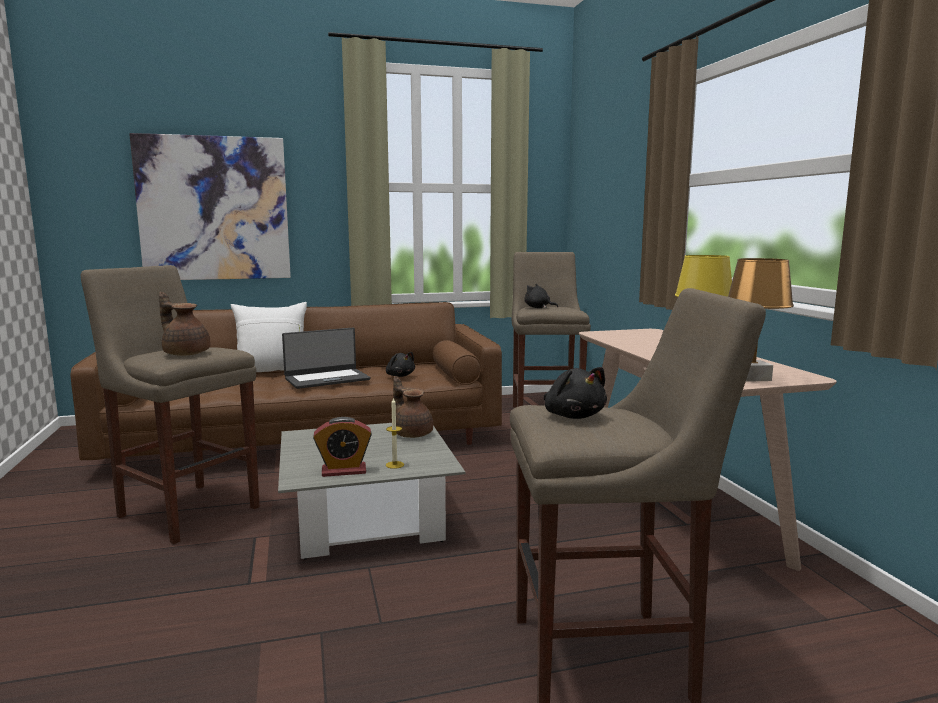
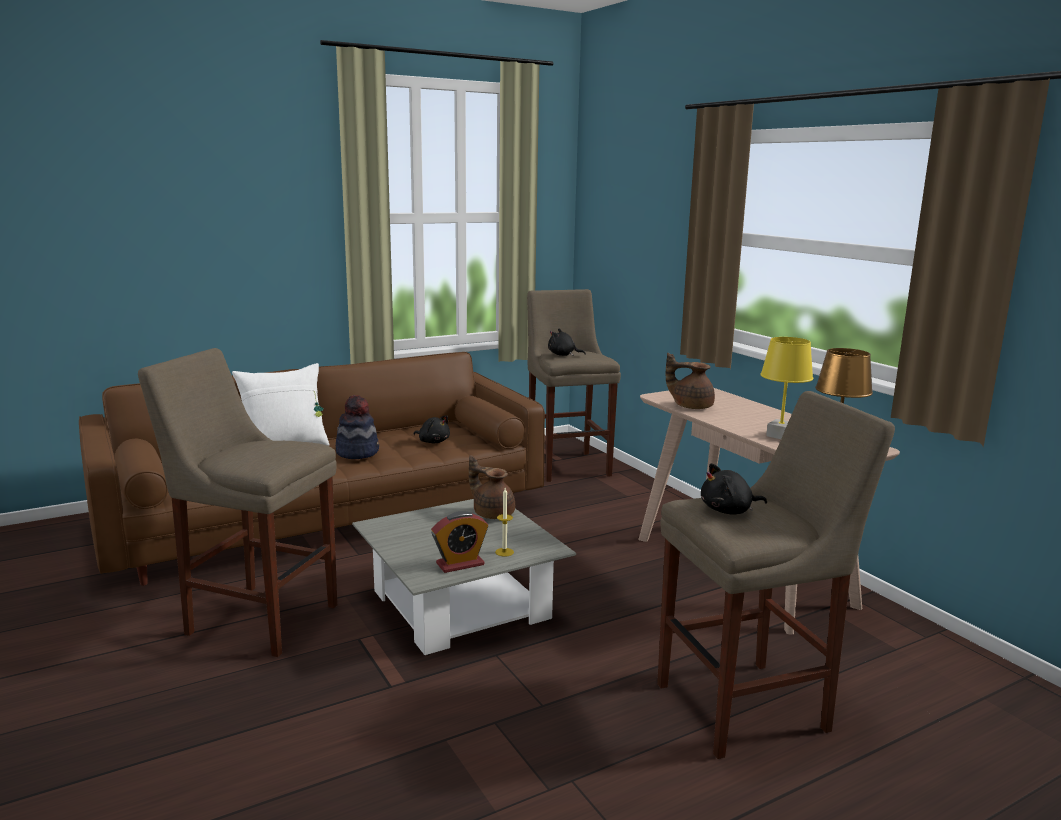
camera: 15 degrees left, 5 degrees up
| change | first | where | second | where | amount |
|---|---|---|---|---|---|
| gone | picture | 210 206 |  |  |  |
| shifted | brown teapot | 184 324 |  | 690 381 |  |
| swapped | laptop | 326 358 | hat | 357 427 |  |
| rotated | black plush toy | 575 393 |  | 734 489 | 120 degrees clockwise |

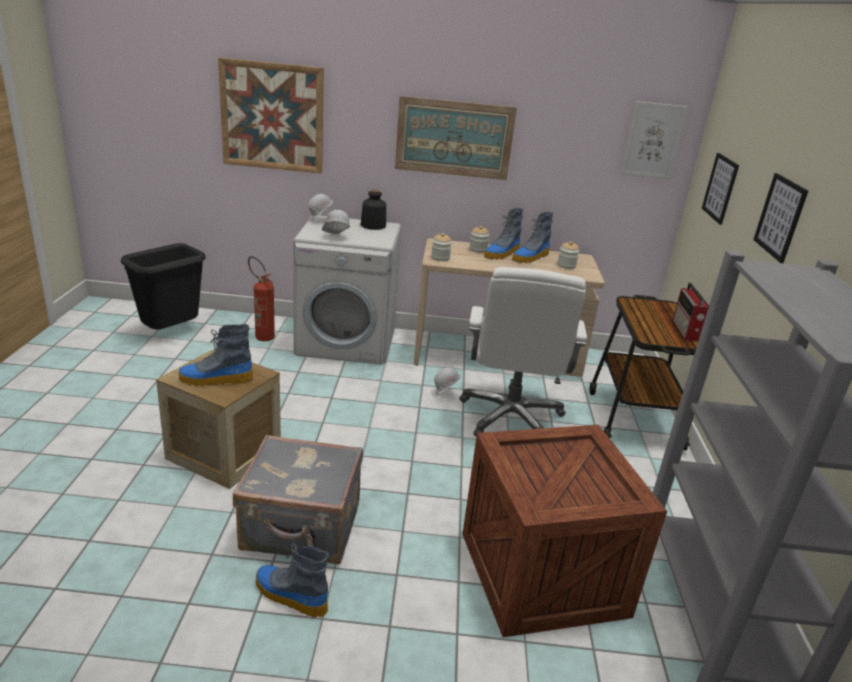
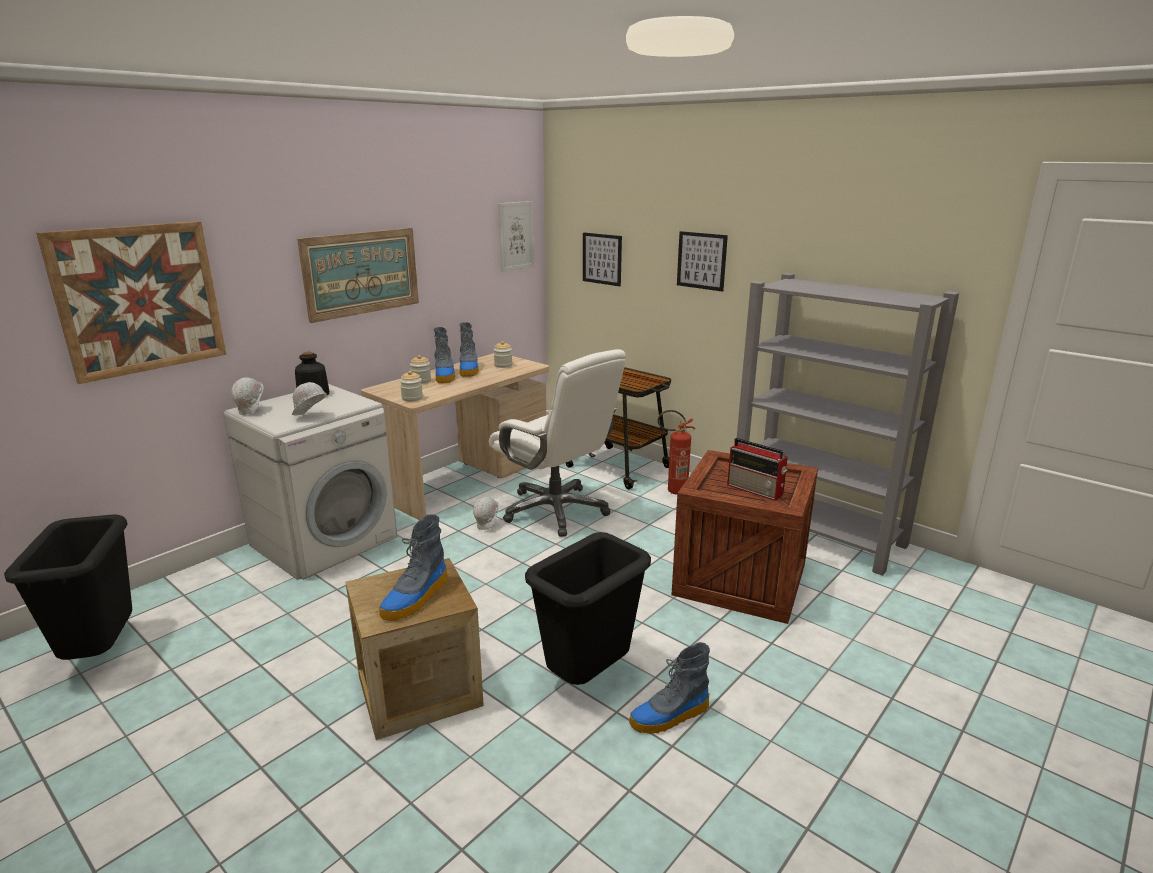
camera: 50 degrees left, 5 degrees down
| change | first | where | second | where | amount |
|---|---|---|---|---|---|
| shifted | fire extinguisher | 261 298 |  | 677 452 |  |
| shifted | radio | 691 312 |  | 757 469 |  |
| swapped | grey suitcase | 298 499 | black trash can | 588 608 |  |

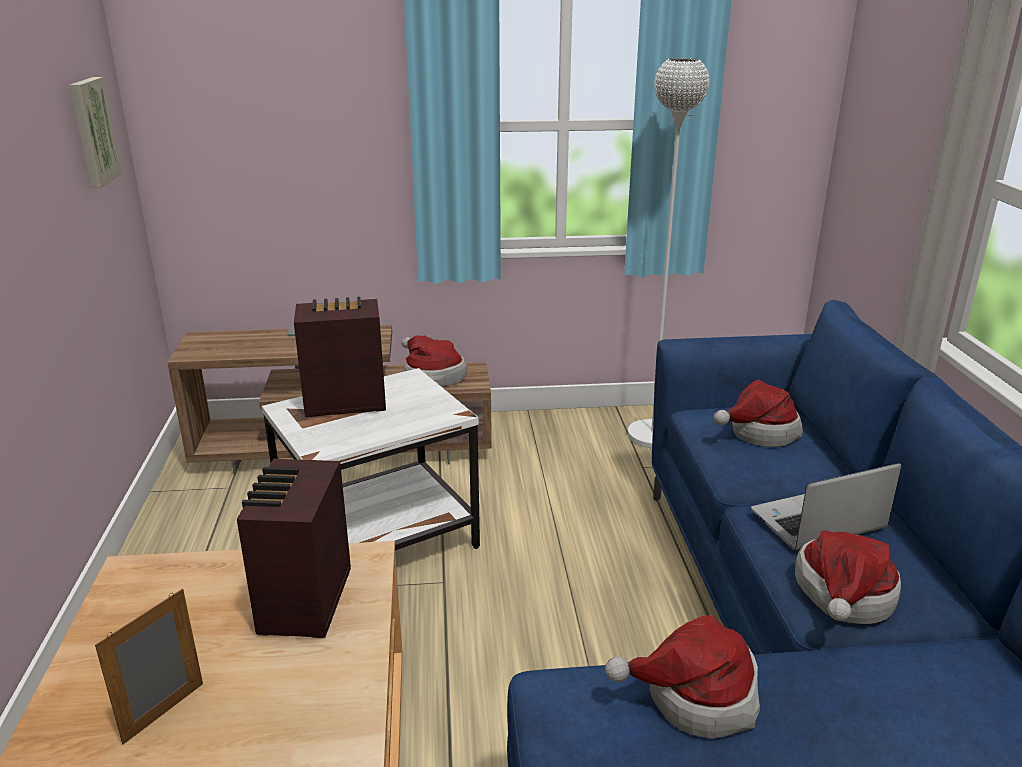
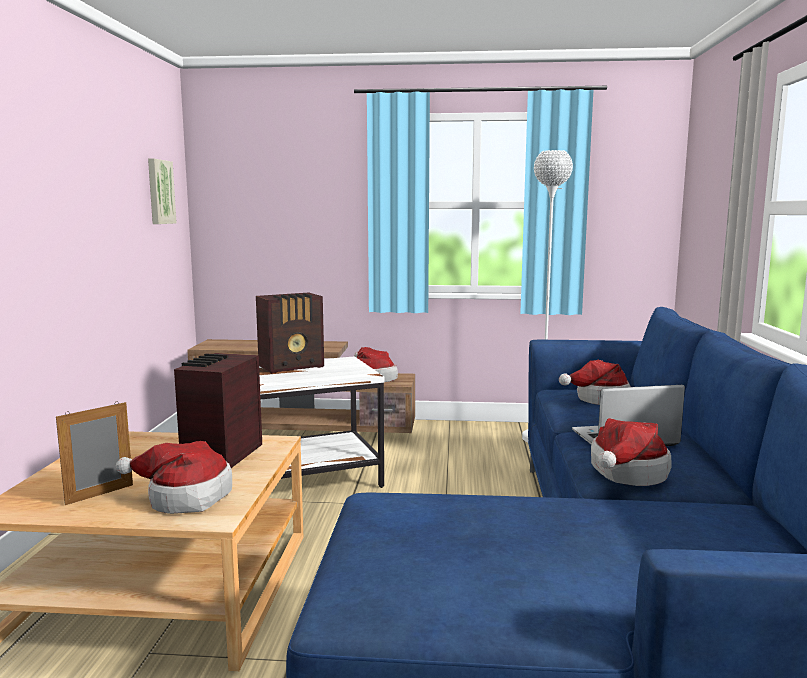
camera: 10 degrees right, 15 degrees down
| change | first | where | second | where | amount |
|---|---|---|---|---|---|
| rotated | radio | 340 357 |  | 290 333 | 150 degrees clockwise |
| shifted | hat | 682 676 |  | 174 477 |  |

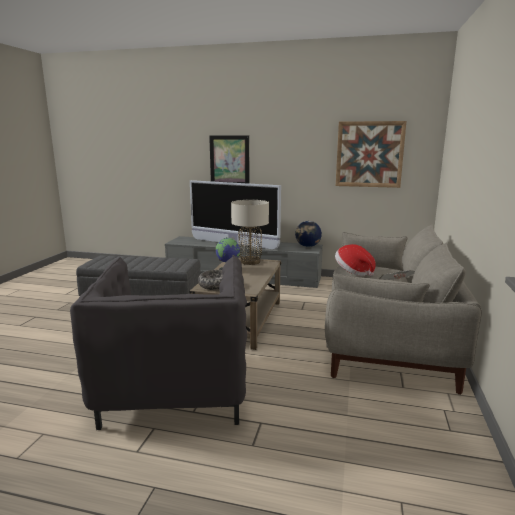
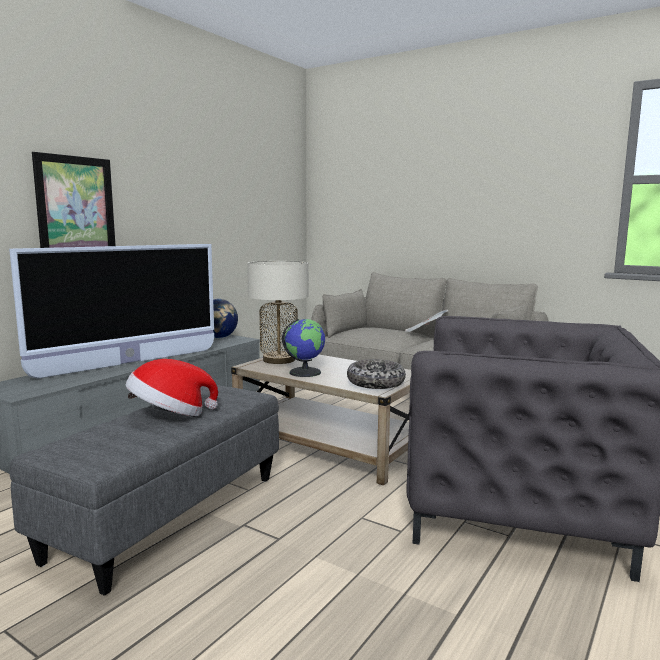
camera: 70 degrees left, 5 degrees down
| change | first | where | second | where | amount |
|---|---|---|---|---|---|
| gone | picture | 371 154 |  |  |  |
| shifted | hat | 355 260 |  | 172 387 |  |

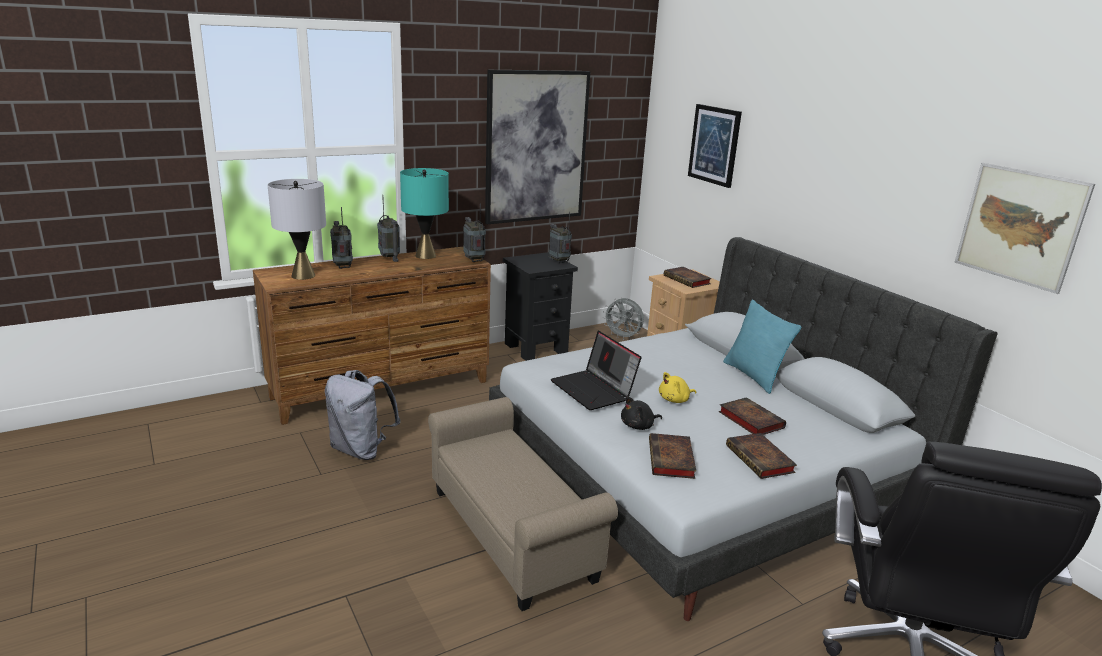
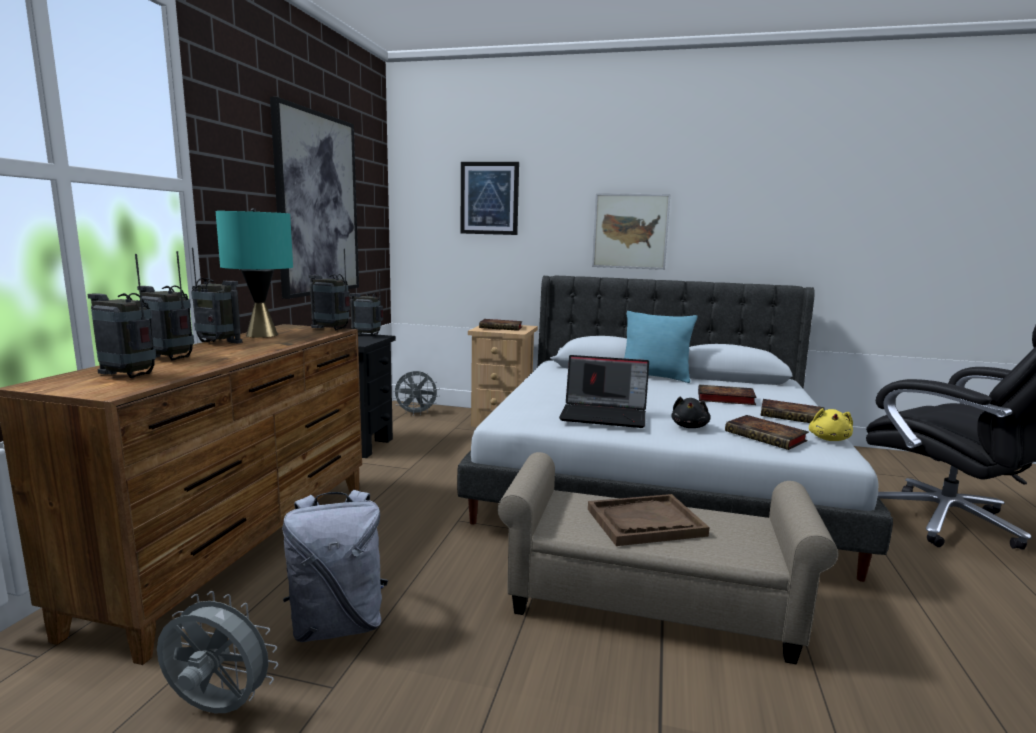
camera: 45 degrees left, 10 degrees down
| change | first | where | second | where | amount |
|---|---|---|---|---|---|
| shifted | picture | 1024 228 |  | 631 231 |  |
| swapped | grey table lamp | 297 229 | radio | 122 316 |  |
| shifted | yellow plush toy | 677 387 |  | 831 424 |  |
| new |  |  | brown tray | 649 520 |  |
| new |  |  | grey fan | 217 652 |  |

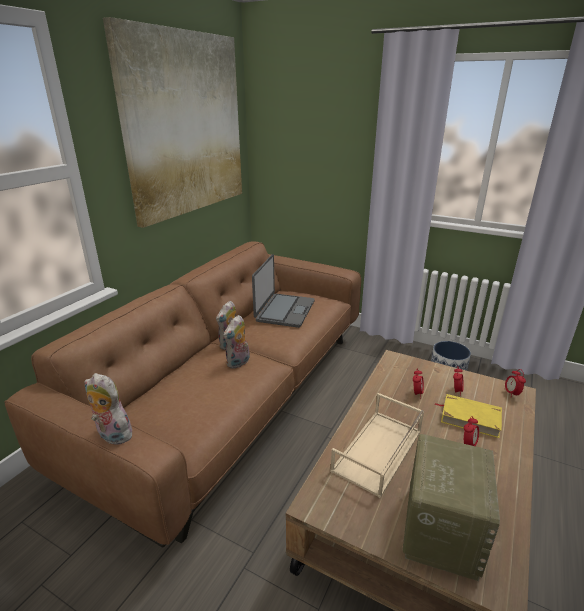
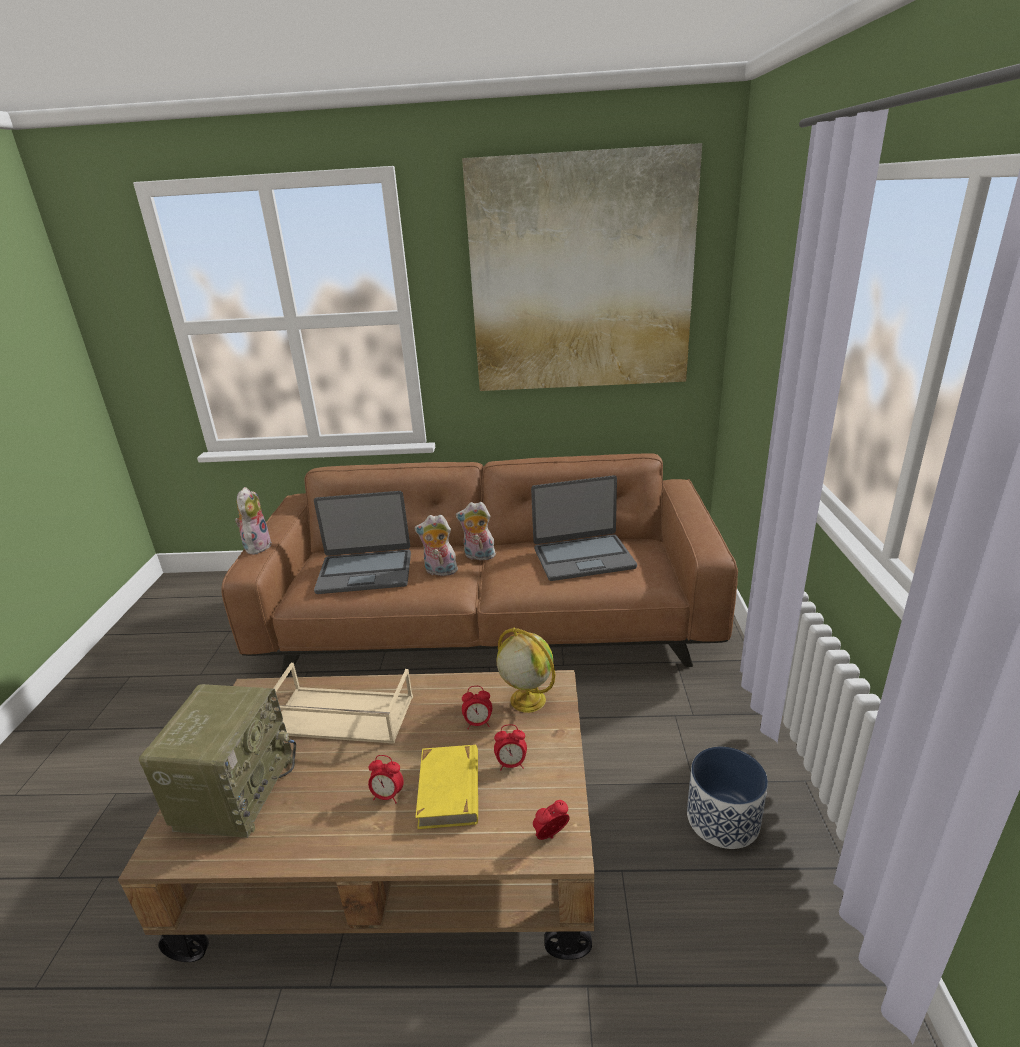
camera: 65 degrees right, 0 degrees up
| change | first | where | second | where | amount |
|---|---|---|---|---|---|
| rotated | radio | 451 507 |  | 217 761 | 75 degrees counterclockwise |
| new |  |  | laptop | 362 542 |  |
| new |  |  | globe | 525 670 |  |

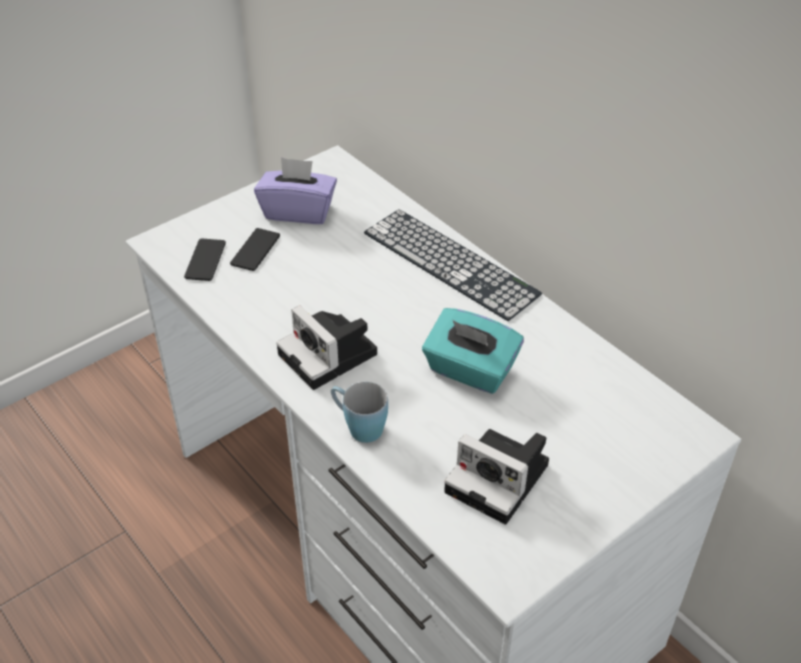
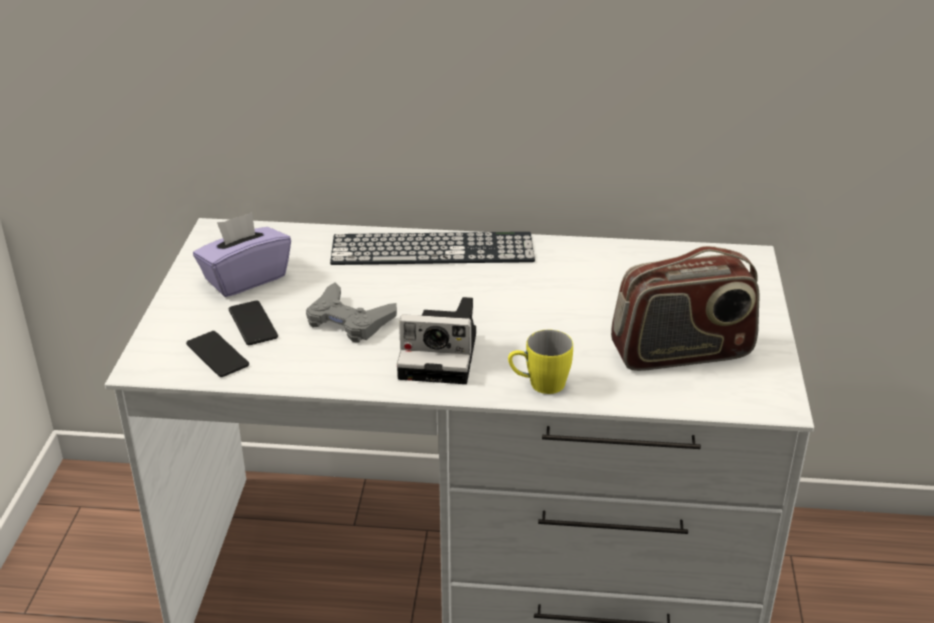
camera: 45 degrees left, 10 degrees down
| change | first | where | second | where | amount |
|---|---|---|---|---|---|
| gone | turquoise tissue box | 473 351 |  |  |  |
| repainted | blue mug | 359 412 | yellow mug | 540 361 |  |
| swapped | photo camera | 496 477 | radio | 685 308 |  |
| new |  |  | grey game controller | 351 313 |  |

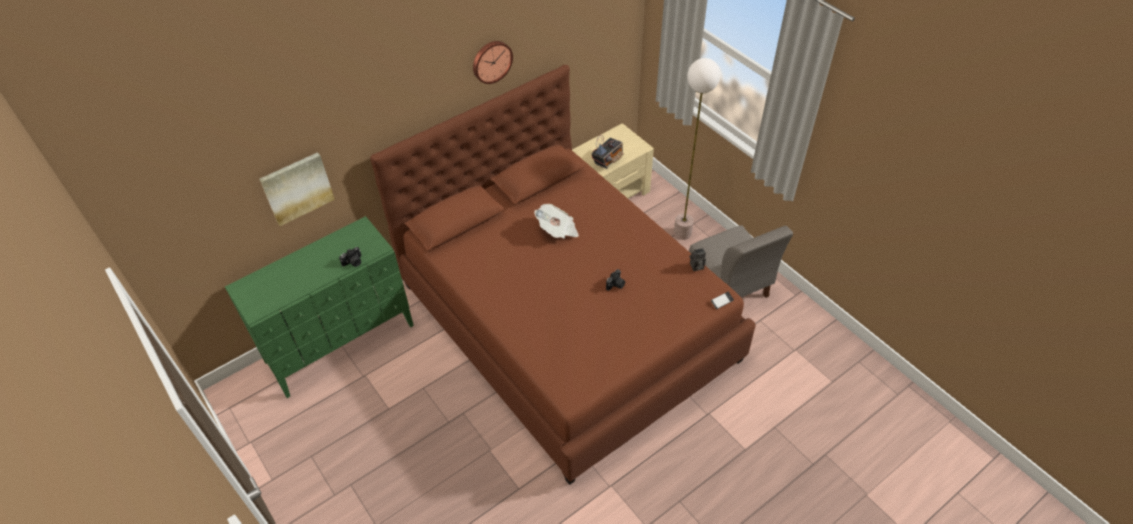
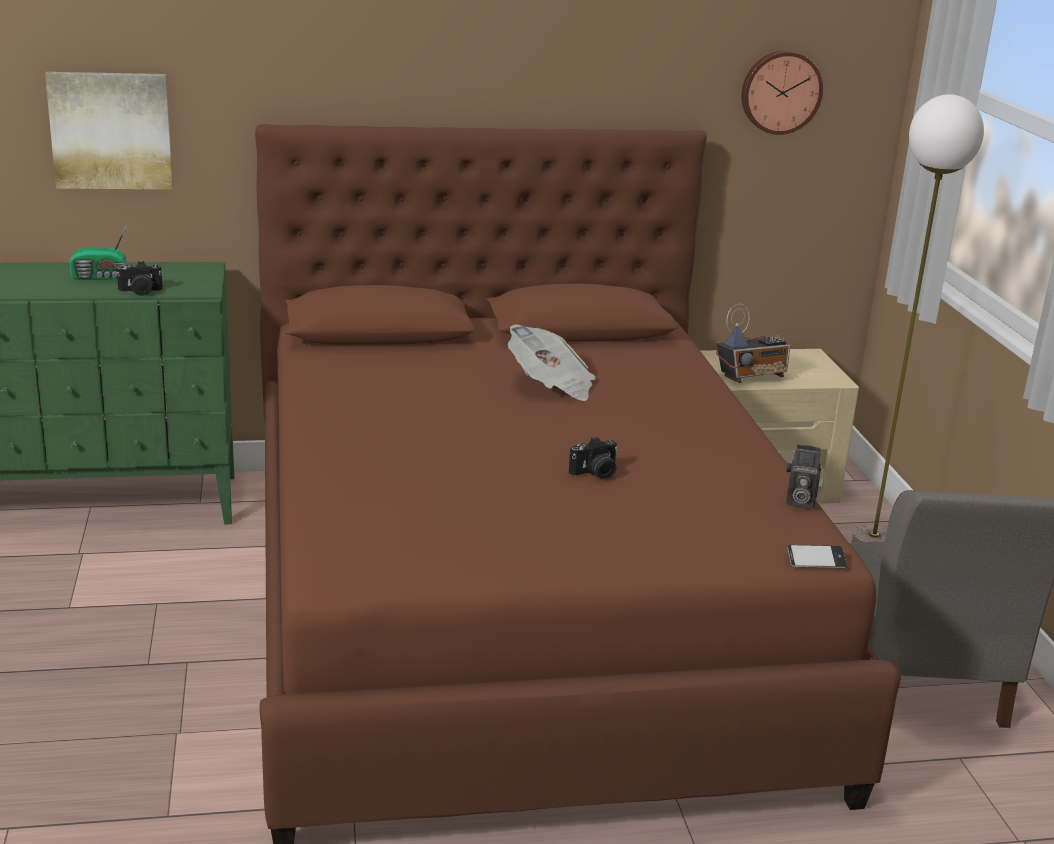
camera: 25 degrees right, 25 degrees down
| change | first | where | second | where | amount |
|---|---|---|---|---|---|
| shifted | wall clock | 493 62 |  | 782 92 |  |
| new |  |  | radio | 98 252 |  |

